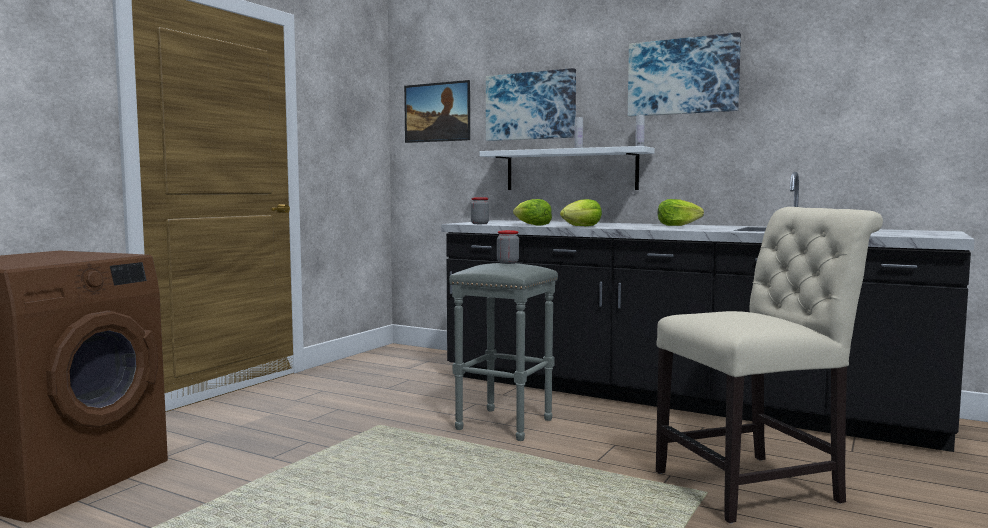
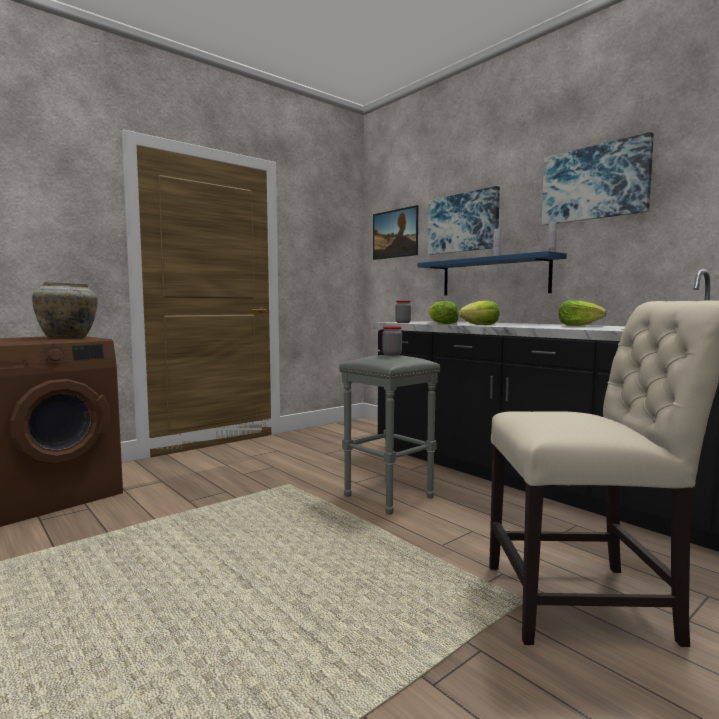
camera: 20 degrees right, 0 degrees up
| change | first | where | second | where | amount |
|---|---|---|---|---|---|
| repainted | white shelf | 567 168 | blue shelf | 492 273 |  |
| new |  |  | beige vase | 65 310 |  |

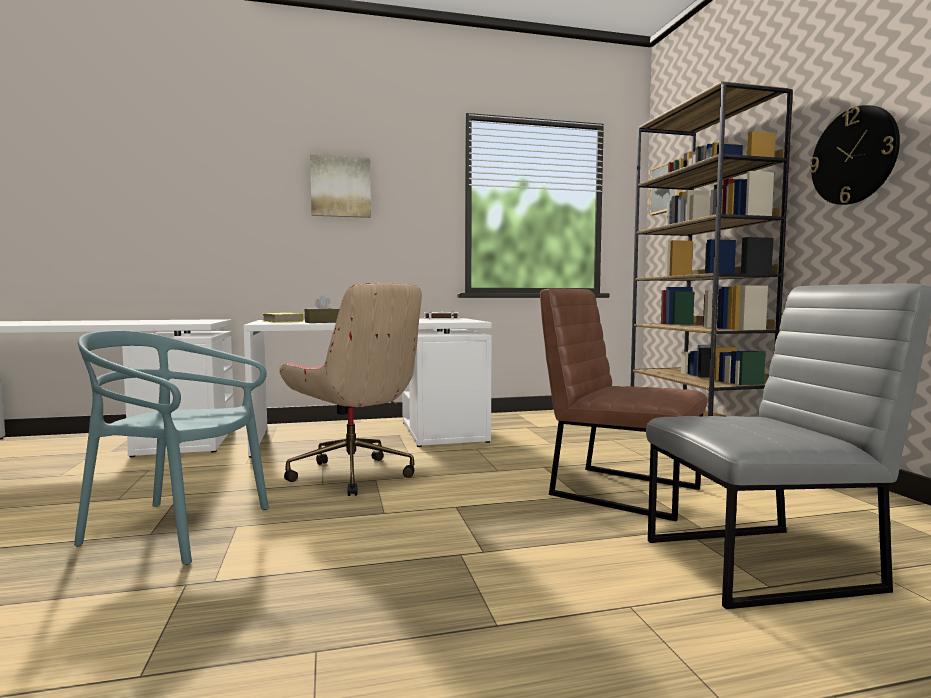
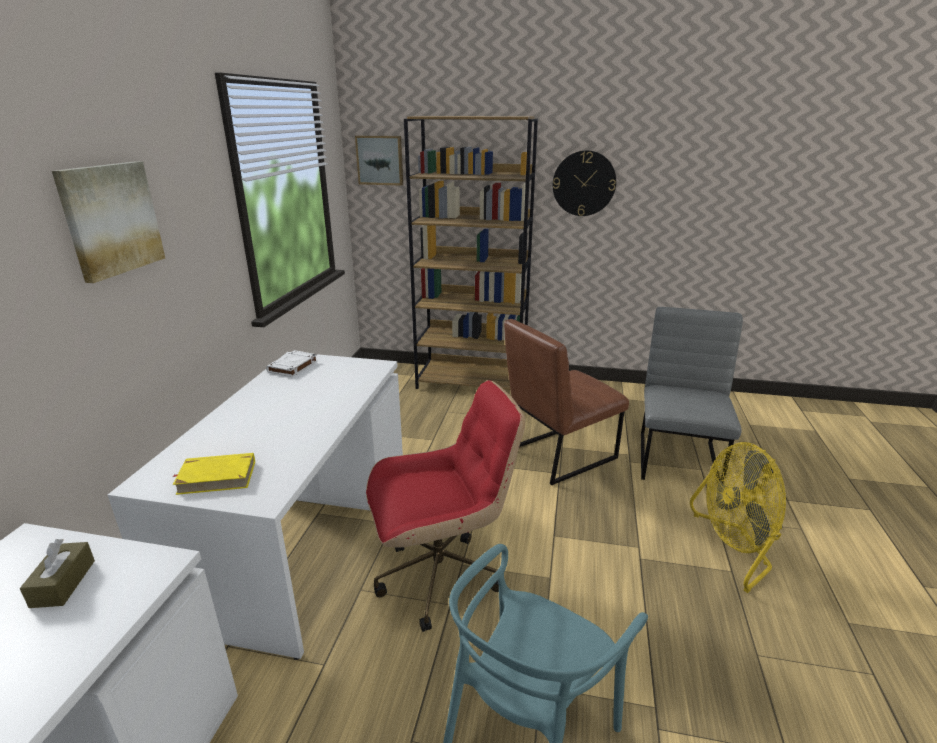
camera: 65 degrees left, 20 degrees up
| change | first | where | second | where | amount |
|---|---|---|---|---|---|
| shifted | brown tissue box | 322 309 |  | 57 573 |  |
| new |  |  | yellow fan | 738 517 |  |

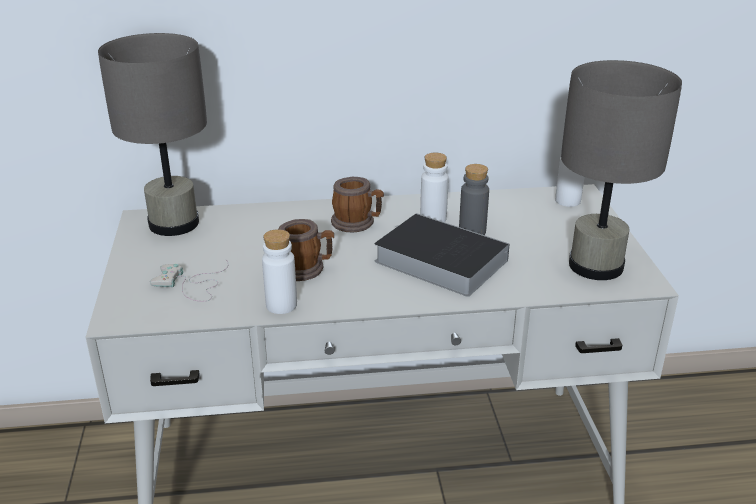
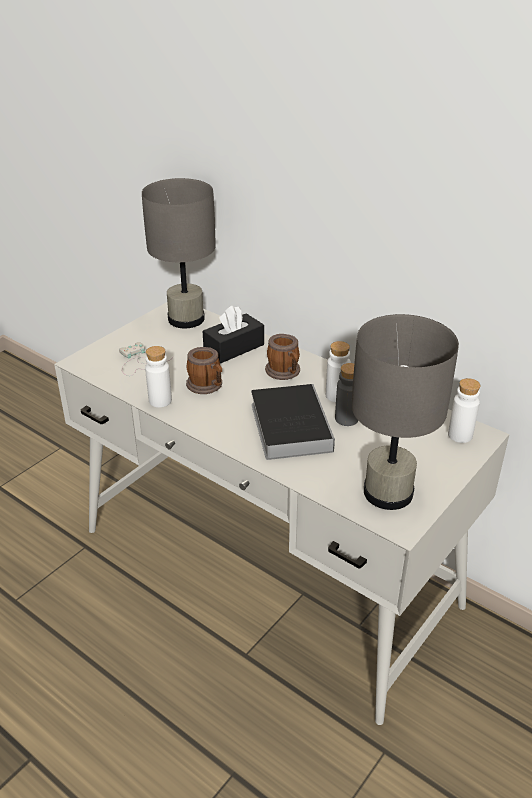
camera: 45 degrees right, 5 degrees up
| change | first | where | second | where | amount |
|---|---|---|---|---|---|
| new |  |  | black tissue box | 233 334 |  |

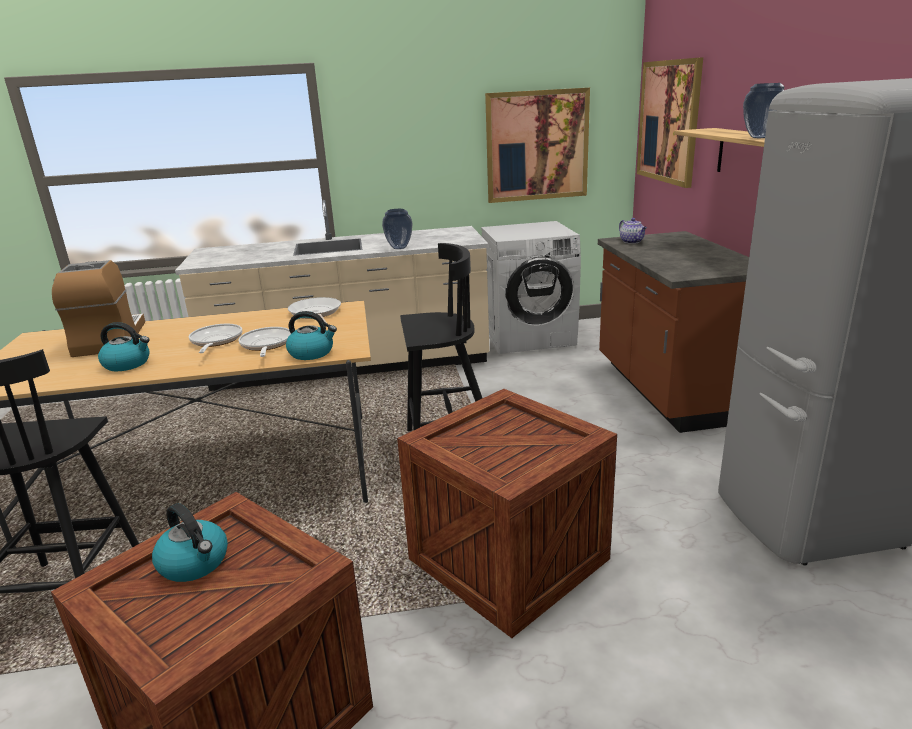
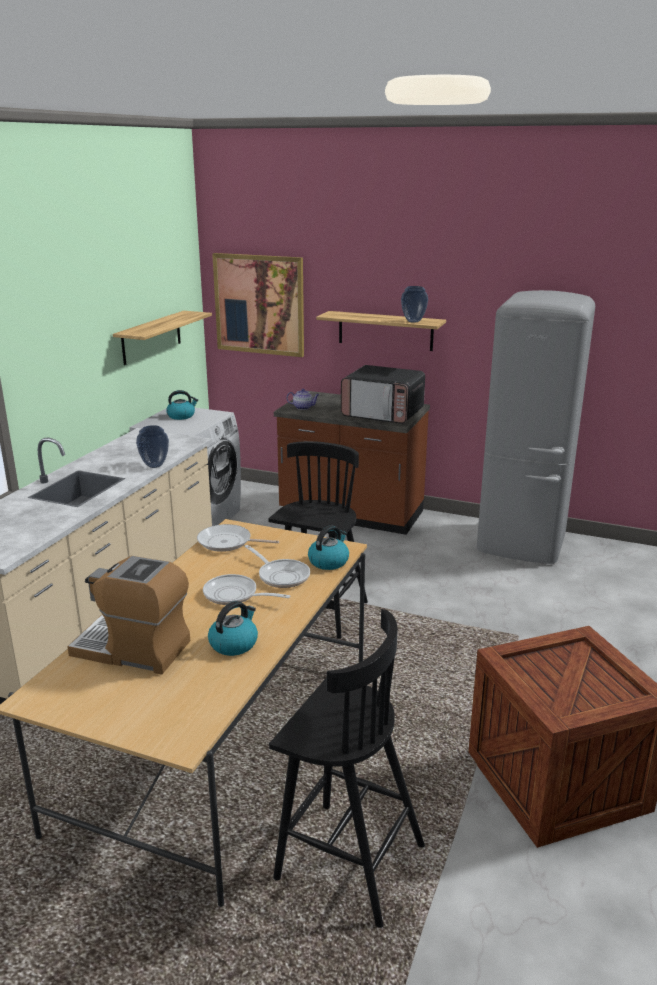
camera: 60 degrees left, 0 degrees up
| change | first | where | second | where | amount |
|---|---|---|---|---|---|
| swapped | picture | 537 145 | shelf | 162 338 |  |
| rotated | frying pan | 264 342 |  | 277 566 | 150 degrees counterclockwise |
| gone | crate | 507 513 |  |  |  |
| shifted | kettle | 190 542 |  | 182 405 |  |
| new |  |  | microwave | 383 394 |  |

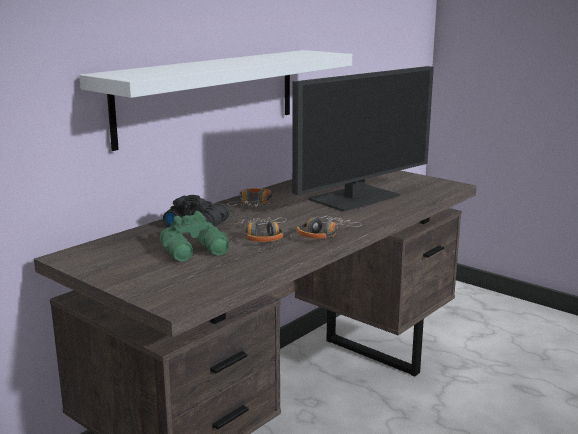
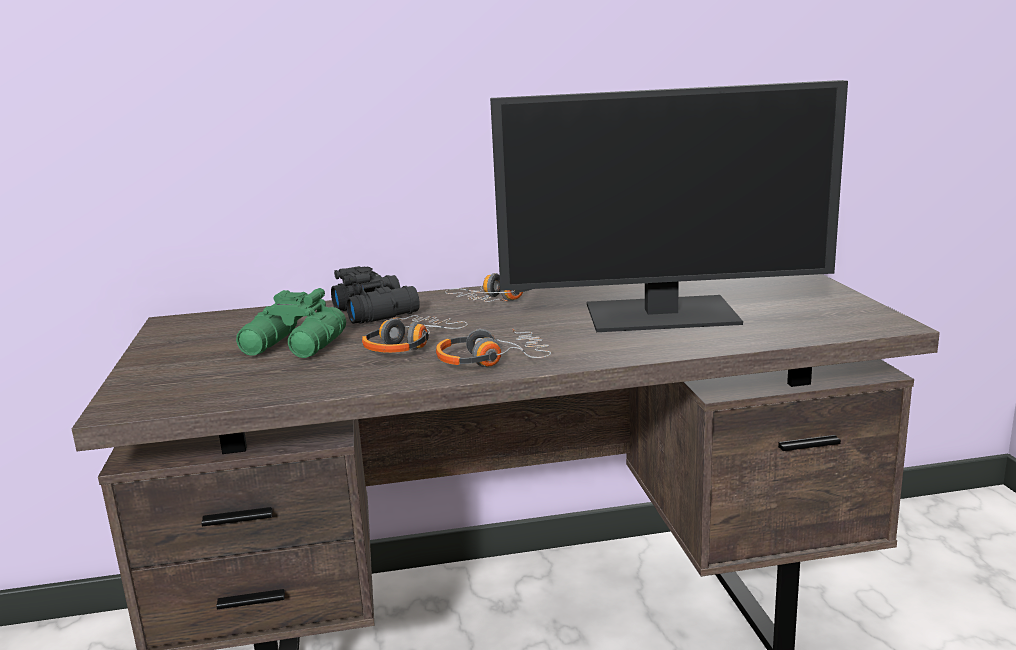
camera: 40 degrees right, 0 degrees up
| change | first | where | second | where | amount |
|---|---|---|---|---|---|
| gone | white shelf | 215 100 |  |  |  |

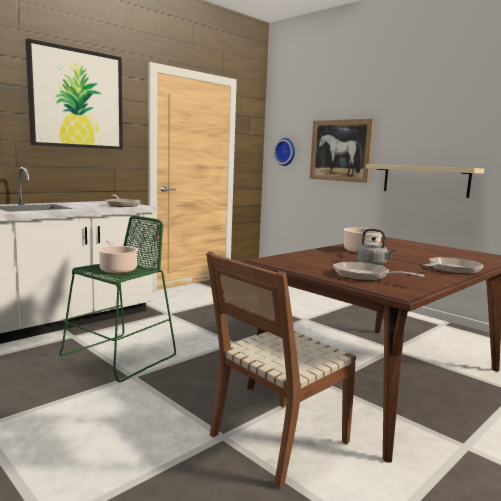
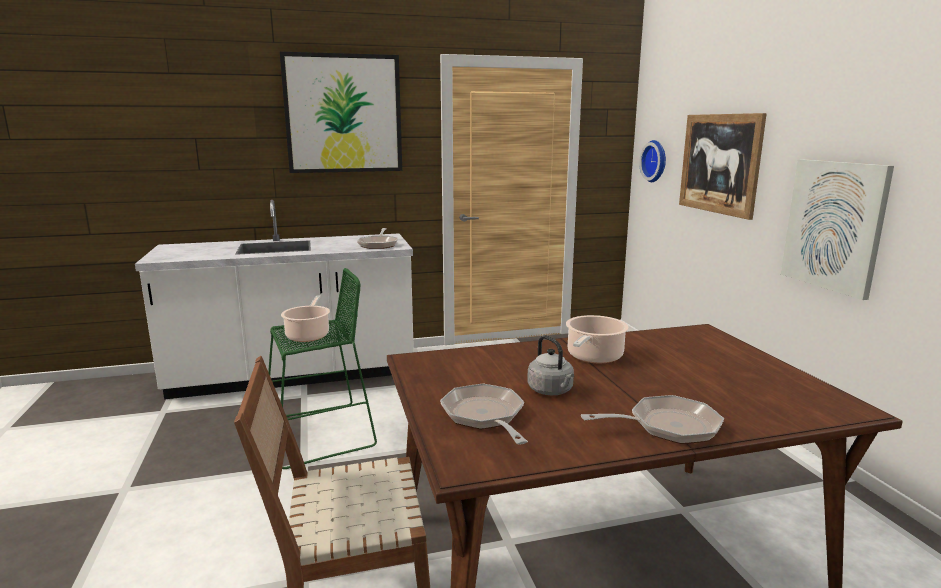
camera: 30 degrees right, 5 degrees up
| change | first | where | second | where | amount |
|---|---|---|---|---|---|
| swapped | beige shelf | 425 181 | picture | 837 229 |  |

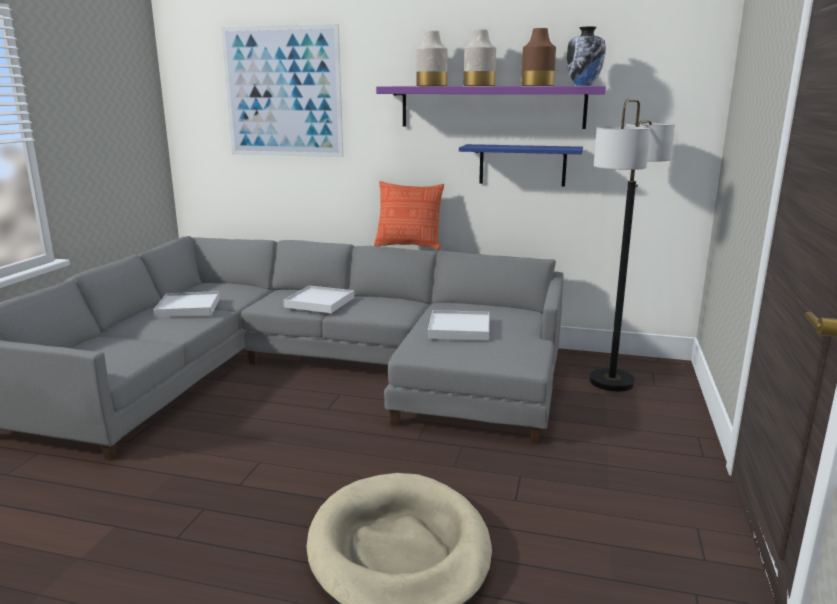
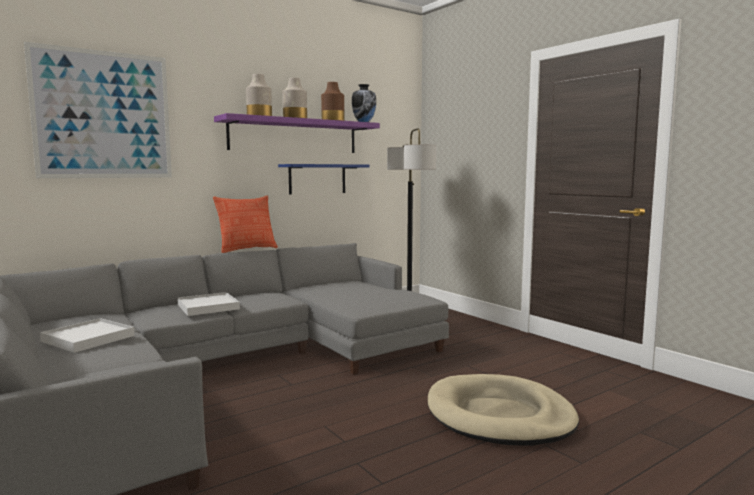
camera: 50 degrees left, 10 degrees down
| change | first | where | second | where | amount |
|---|---|---|---|---|---|
| gone | white tray | 459 325 |  |  |  |

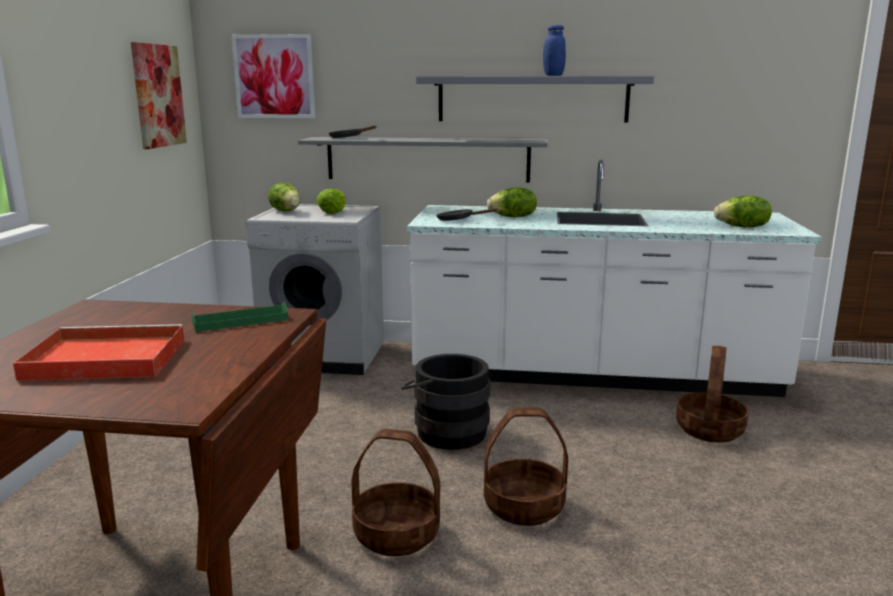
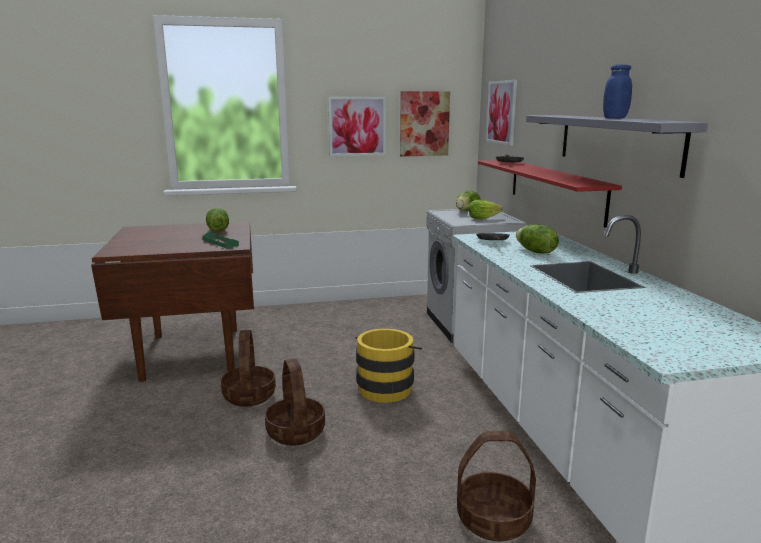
camera: 70 degrees right, 0 degrees up
| change | first | where | second | where | amount |
|---|---|---|---|---|---|
| repainted | grey shelf | 423 160 | red shelf | 550 194 |  |
| shifted | lettuce | 743 211 |  | 217 219 |  |
| gone | red tray | 98 352 |  |  |  |
| repainted | black bucket | 445 402 | yellow bucket | 388 365 |  |
| new |  |  | picture | 357 126 |  |

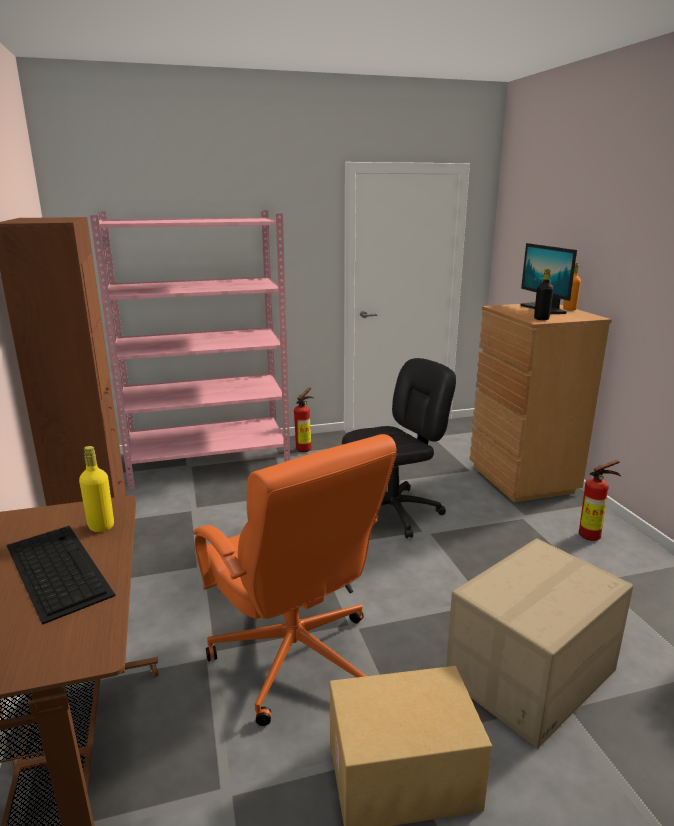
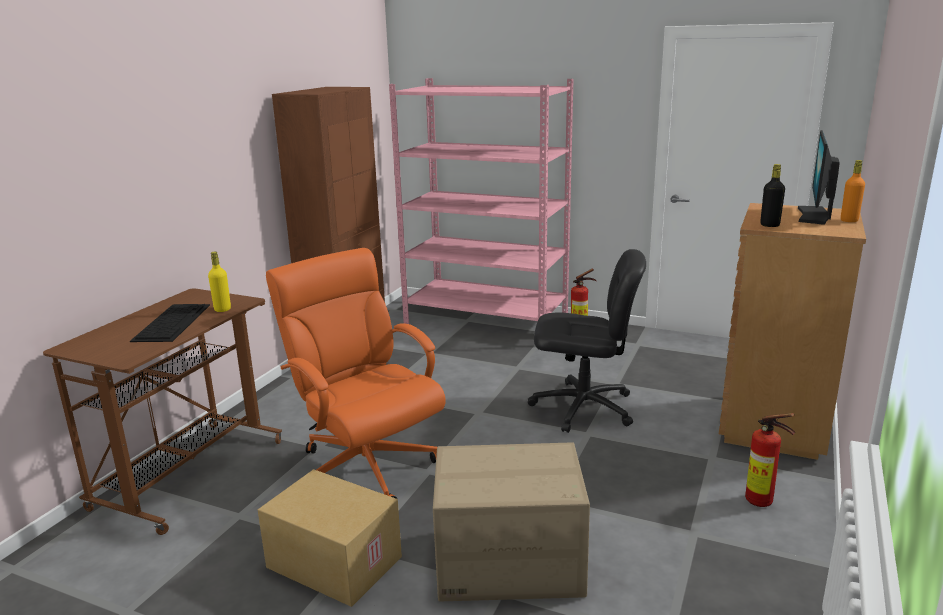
camera: 40 degrees right, 0 degrees up
| change | first | where | second | where | amount |
|---|---|---|---|---|---|
| rotated | orange office chair | 294 580 |  | 356 373 | 135 degrees clockwise |

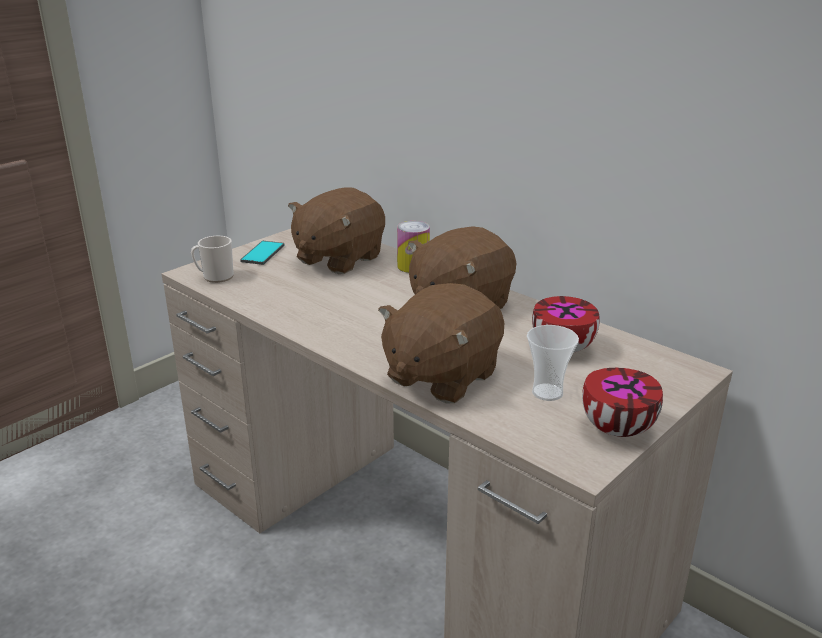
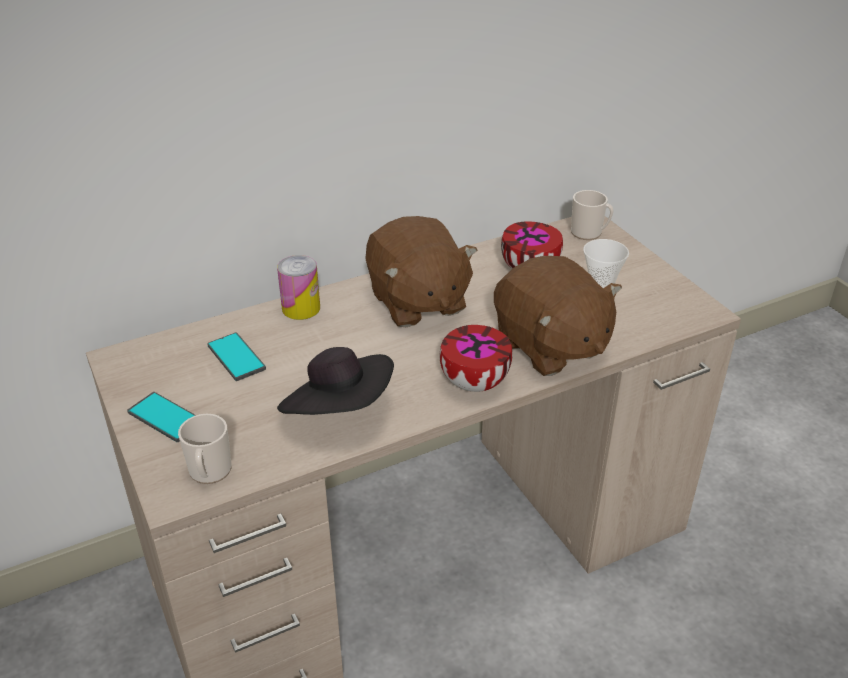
camera: 70 degrees left, 10 degrees up
| change | first | where | second | where | amount |
|---|---|---|---|---|---|
| swapped | brown plush toy | 336 231 | phone | 236 357 |  |
| shifted | bowl | 622 402 |  | 476 358 |  |
| new |  |  | mug | 592 215 |  |
| new |  |  | black hat | 335 381 |  |

